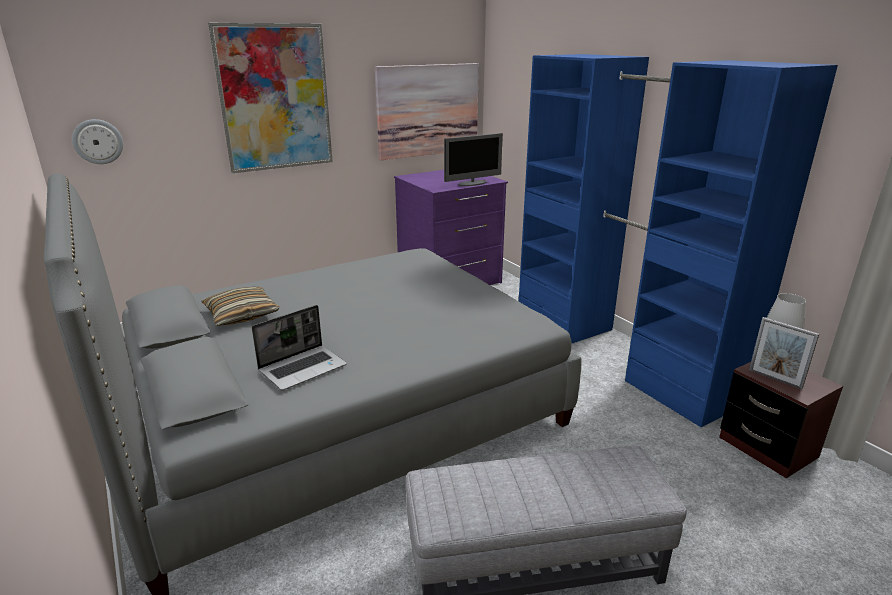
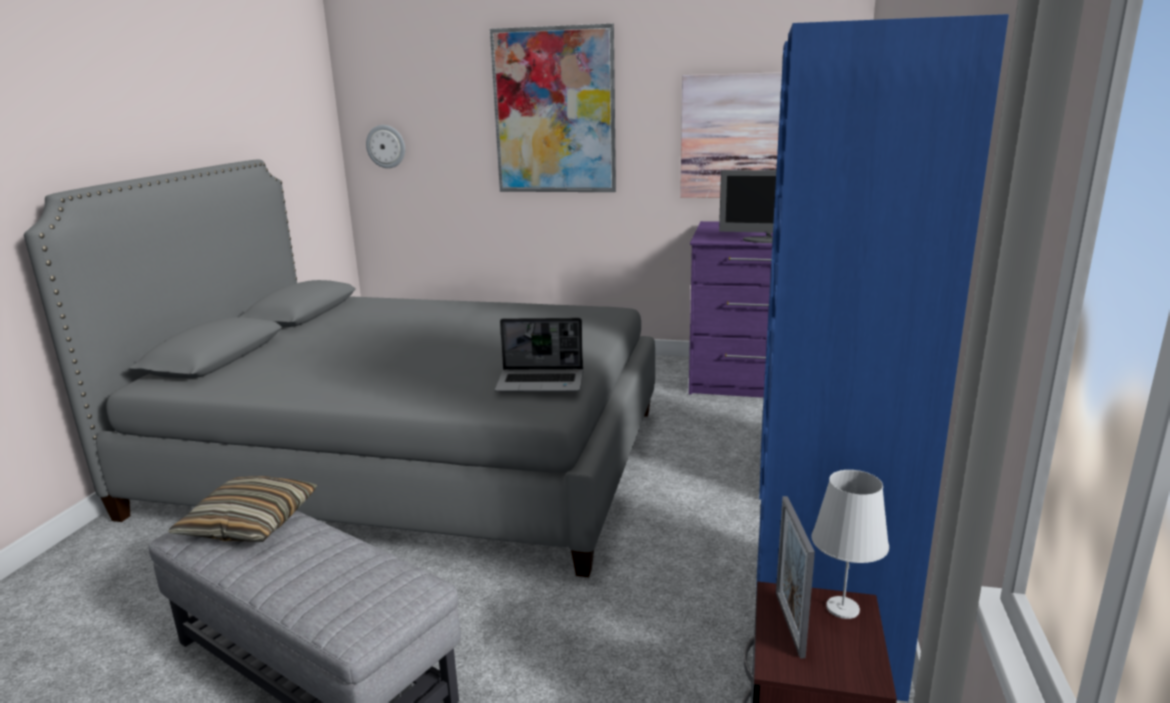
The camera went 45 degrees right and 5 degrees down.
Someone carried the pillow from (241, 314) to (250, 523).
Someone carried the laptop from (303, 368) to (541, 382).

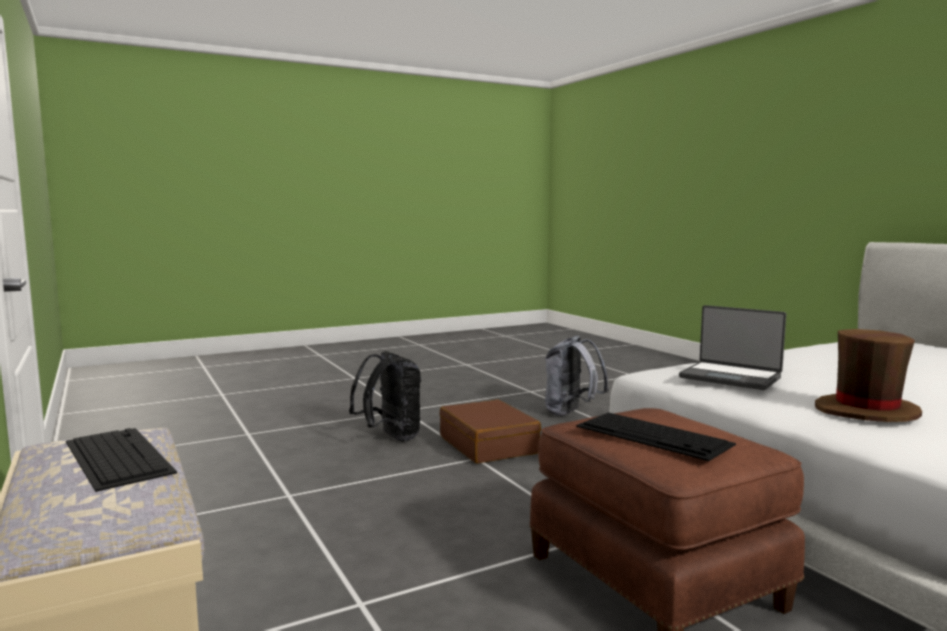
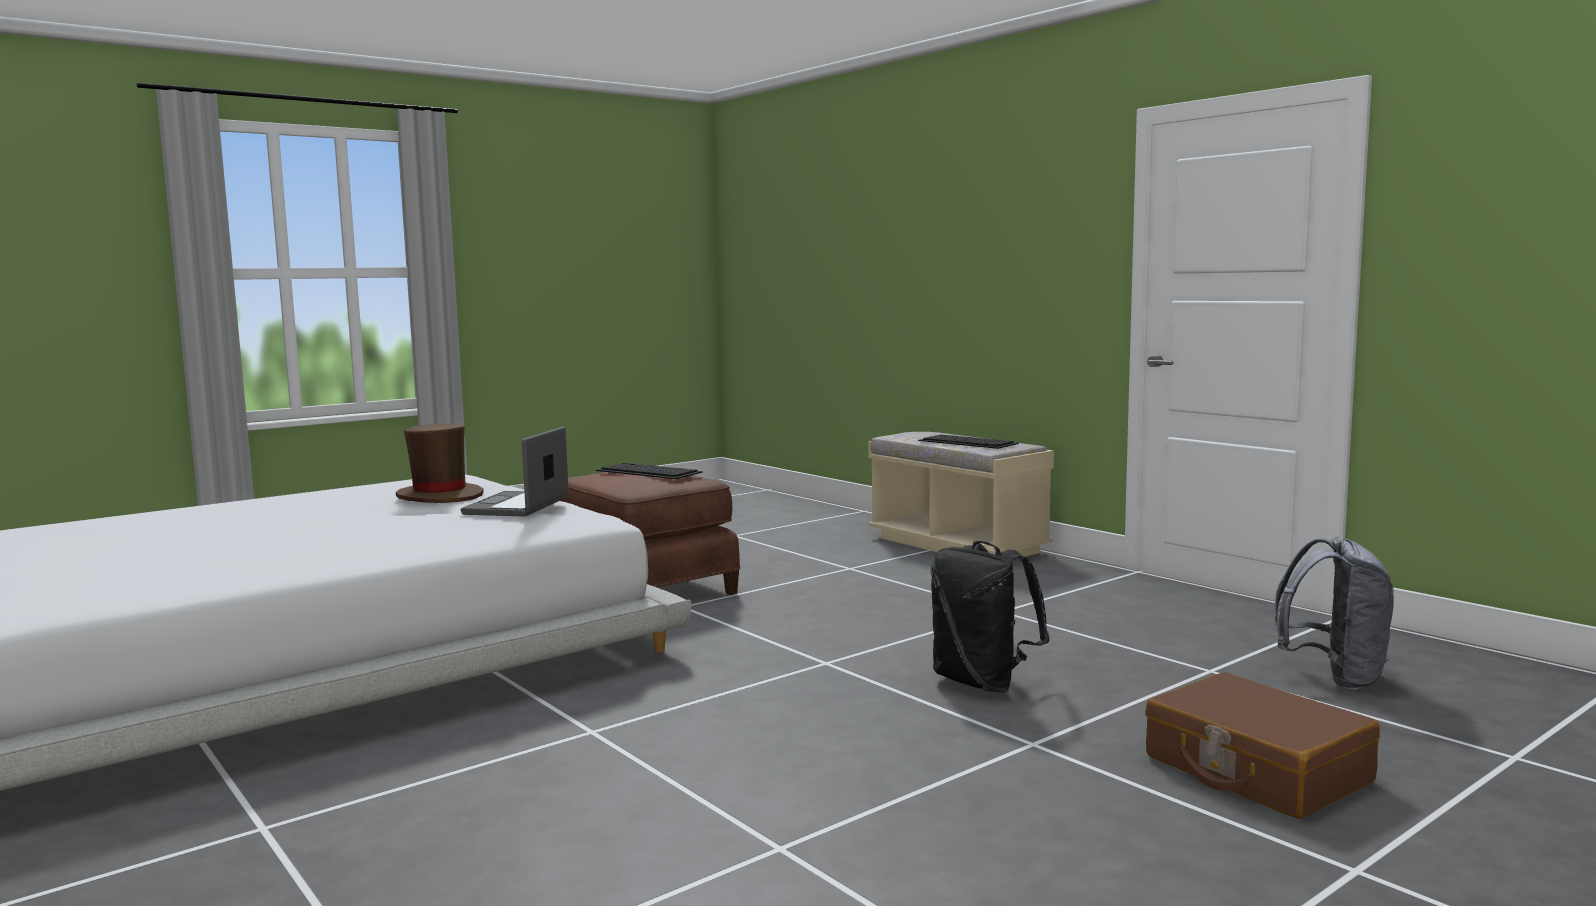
The camera went 170 degrees right and 0 degrees up.
Someone rotated the laptop at (731, 377) by 105 degrees counterclockwise.
Someone carried the grey backpack from (571, 413) to (1334, 677).
Someone carried the brown suitcase from (489, 445) to (1256, 770).

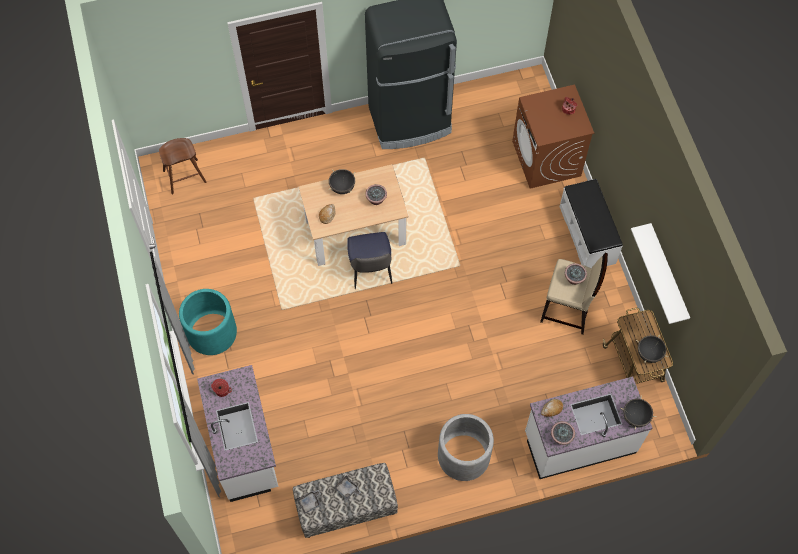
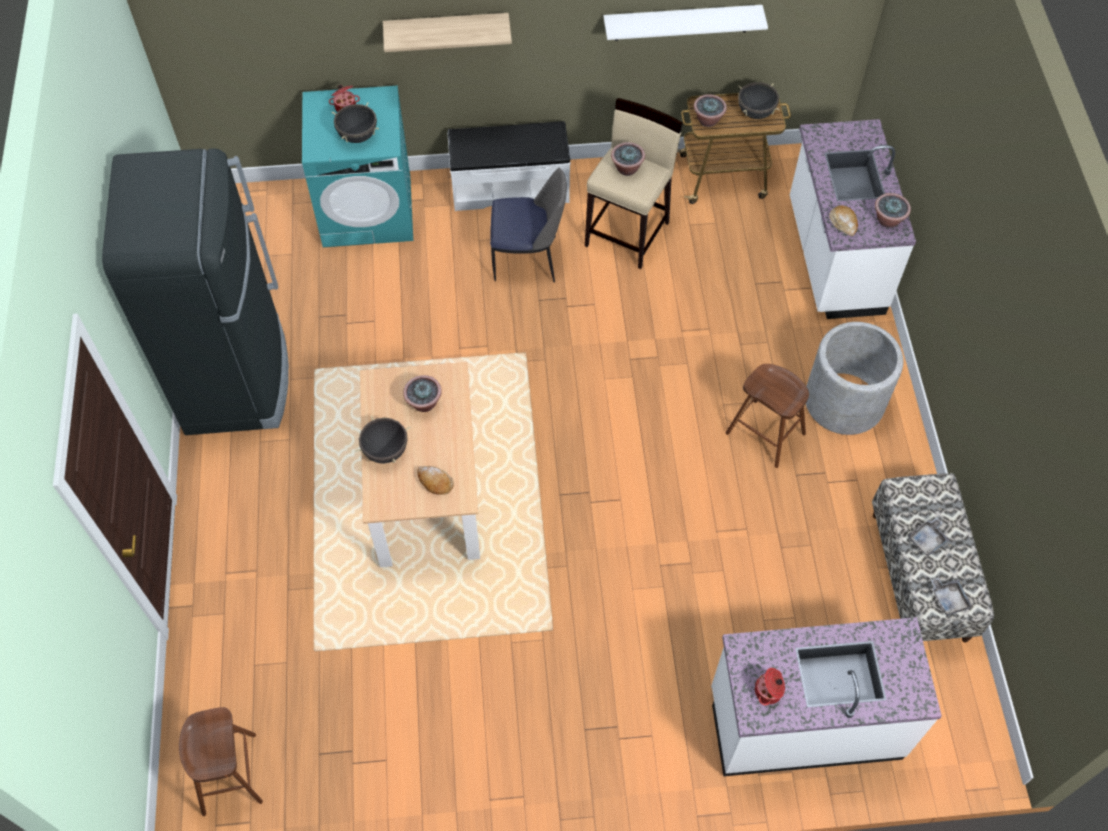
The camera went 80 degrees left and 5 degrees down.
Someone repainted the brown washing machine at (546, 159), which became the turquoise washing machine at (368, 211).
Someone carried the chair from (370, 271) to (528, 259).
Someone took away the turquoise planter at (212, 333).
Someone carried the black cooking pot from (635, 417) to (358, 136).
Someone put up the shelf at (447, 29).
Someone put down the potted plant at (708, 120).
Someone put down the brown stool at (765, 433).

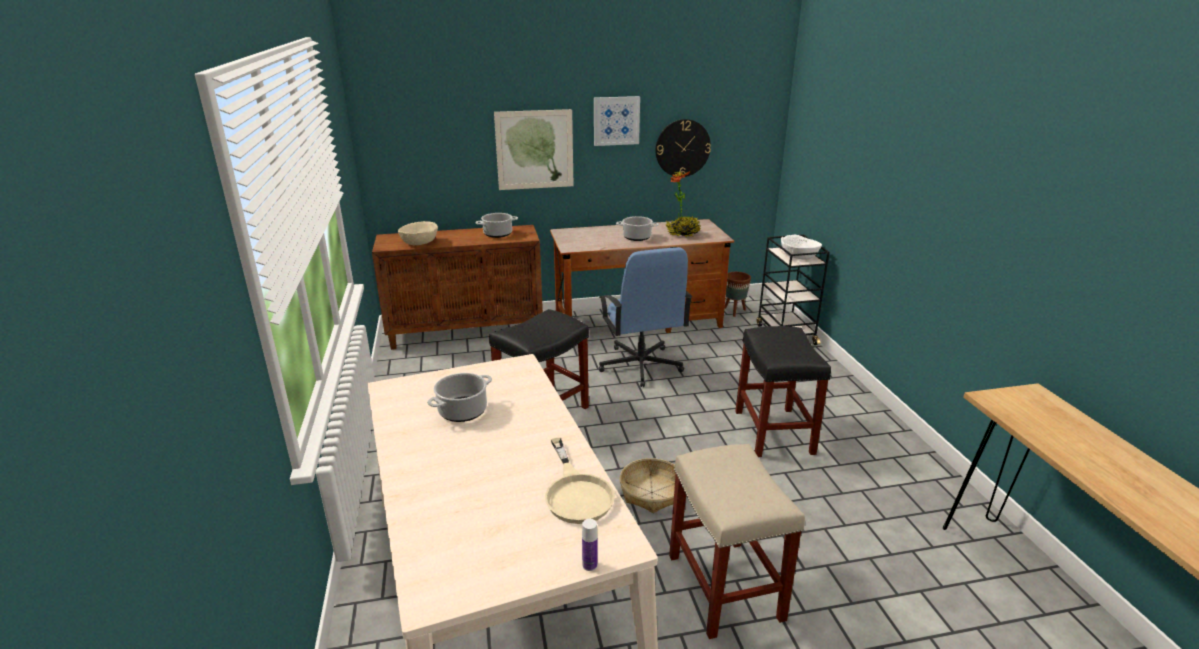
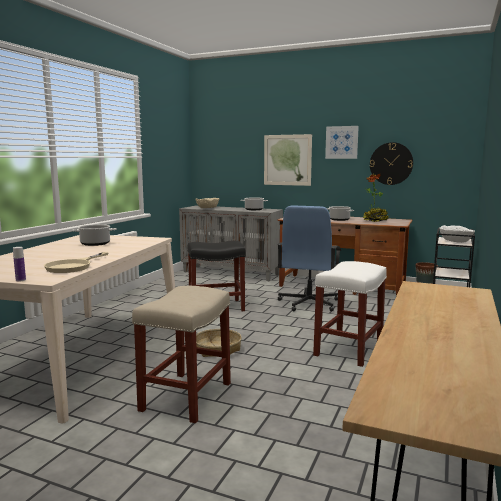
The camera went 35 degrees right and 15 degrees down.
Someone repainted the brown cabinet at (467, 332), which became the grey cabinet at (231, 273).
Someone repainted the black stool at (774, 433), which became the white stool at (349, 349).

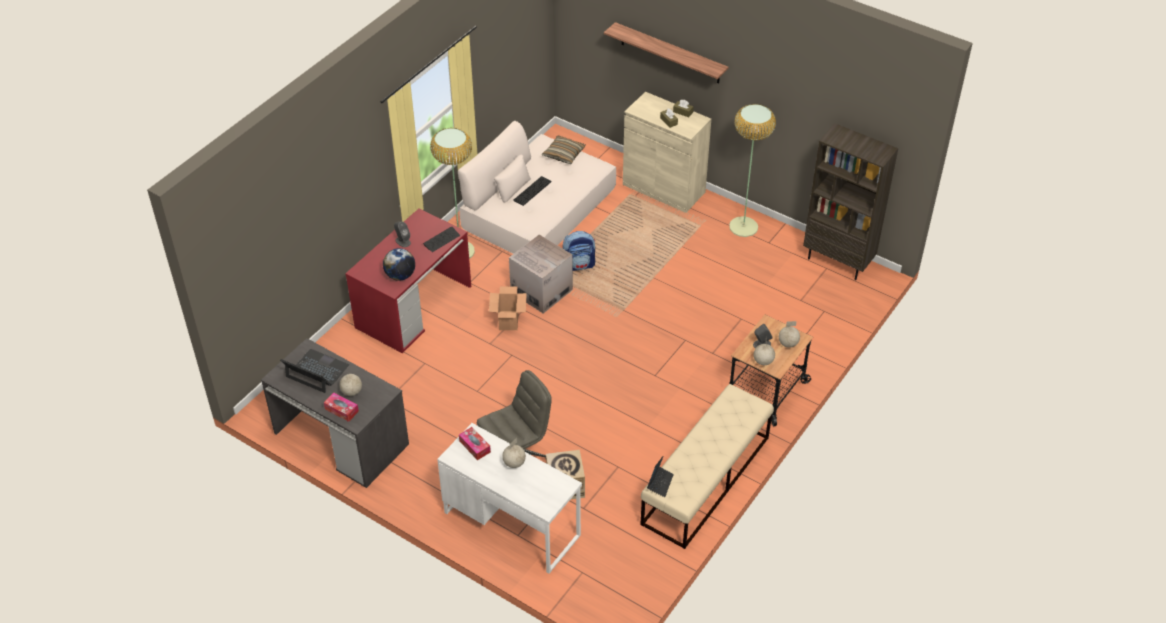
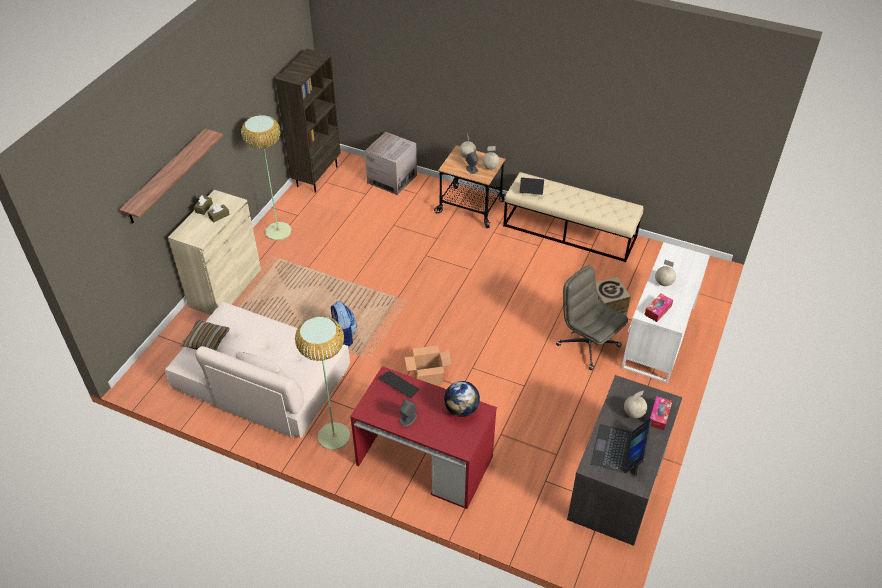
The camera went 100 degrees left and 0 degrees up.
Someone took away the keyboard at (532, 191).
Someone carried the cardboard box from (541, 291) to (392, 179).
Someone carried the laptop from (660, 483) to (531, 193).

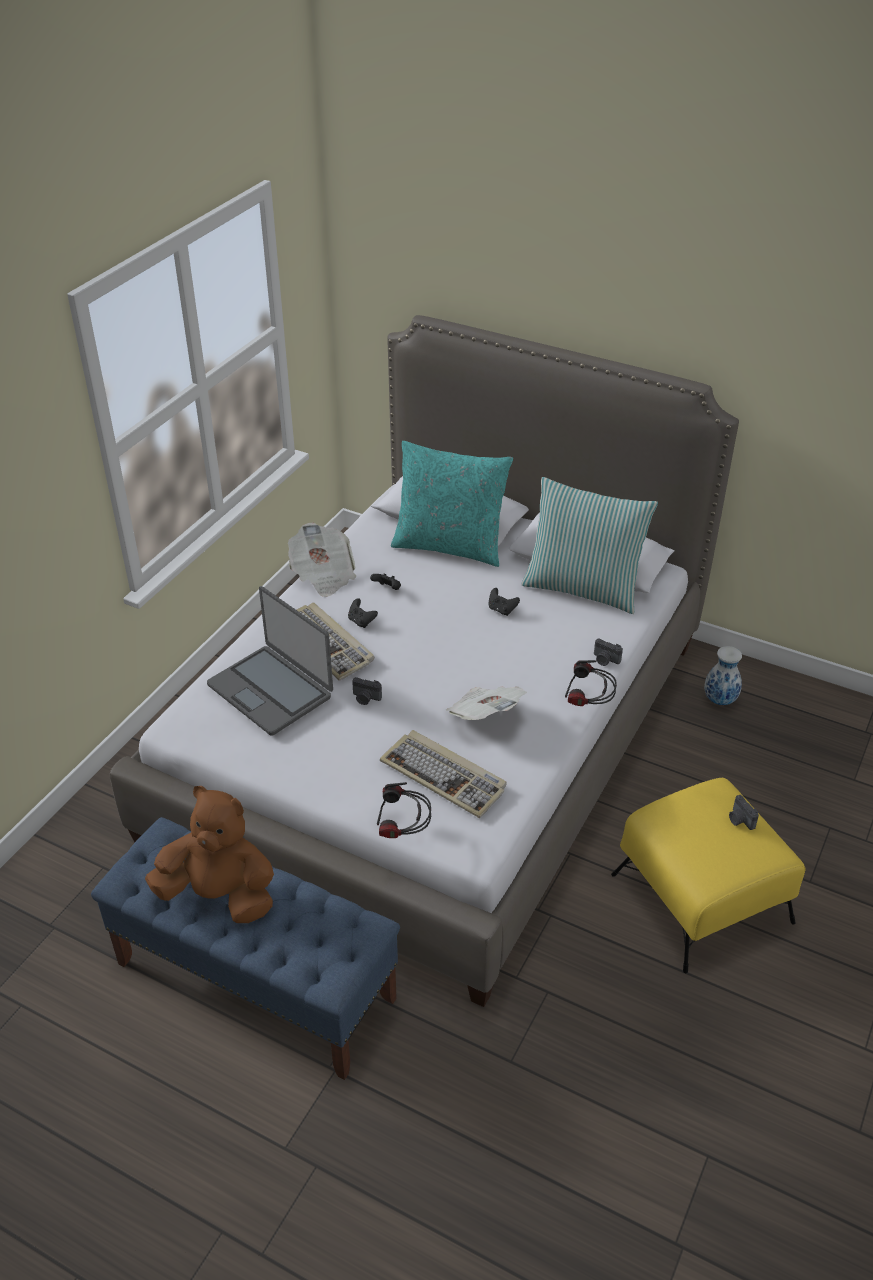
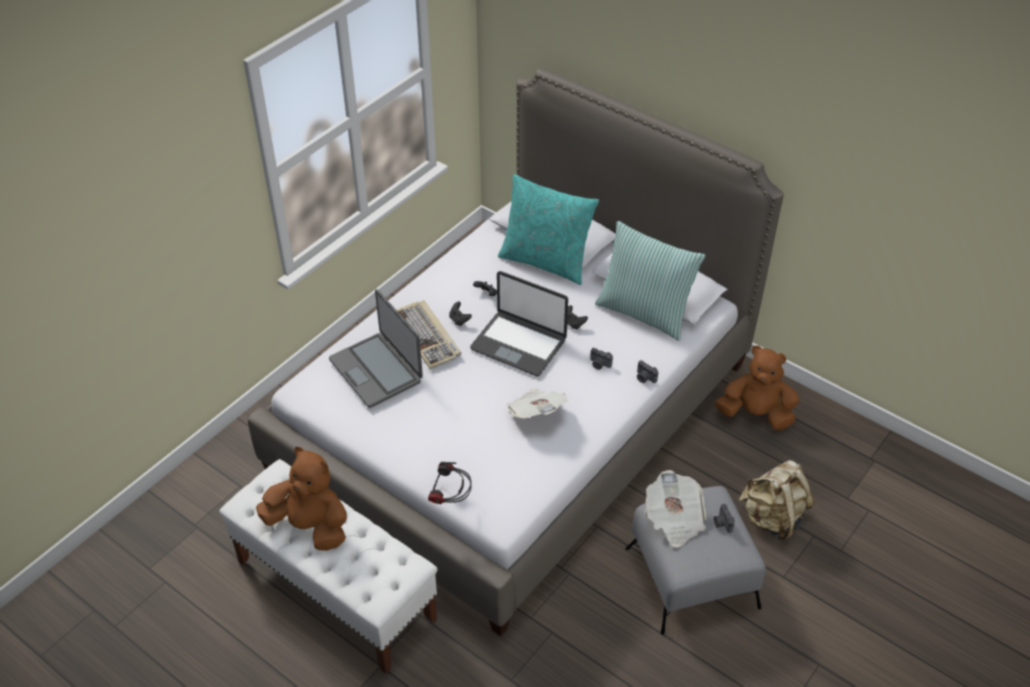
The camera went 10 degrees right and 5 degrees up.
Someone carried the newspaper from (323, 575) to (674, 519).
Someone swapped the vase at (720, 700) for the brown plush toy at (755, 414).
Someone took away the headphones at (588, 707).
Someone carried the photo camera from (365, 698) to (599, 364).
Someone took away the keyboard at (445, 776).
Someone repainted the yellow ottoman at (701, 899), which became the grey ottoman at (691, 578).
Someone repainted the blue bench at (256, 981), which became the white bench at (336, 590).
Someone put down the laptop at (519, 344).
Someone put down the beige backpack at (772, 518).

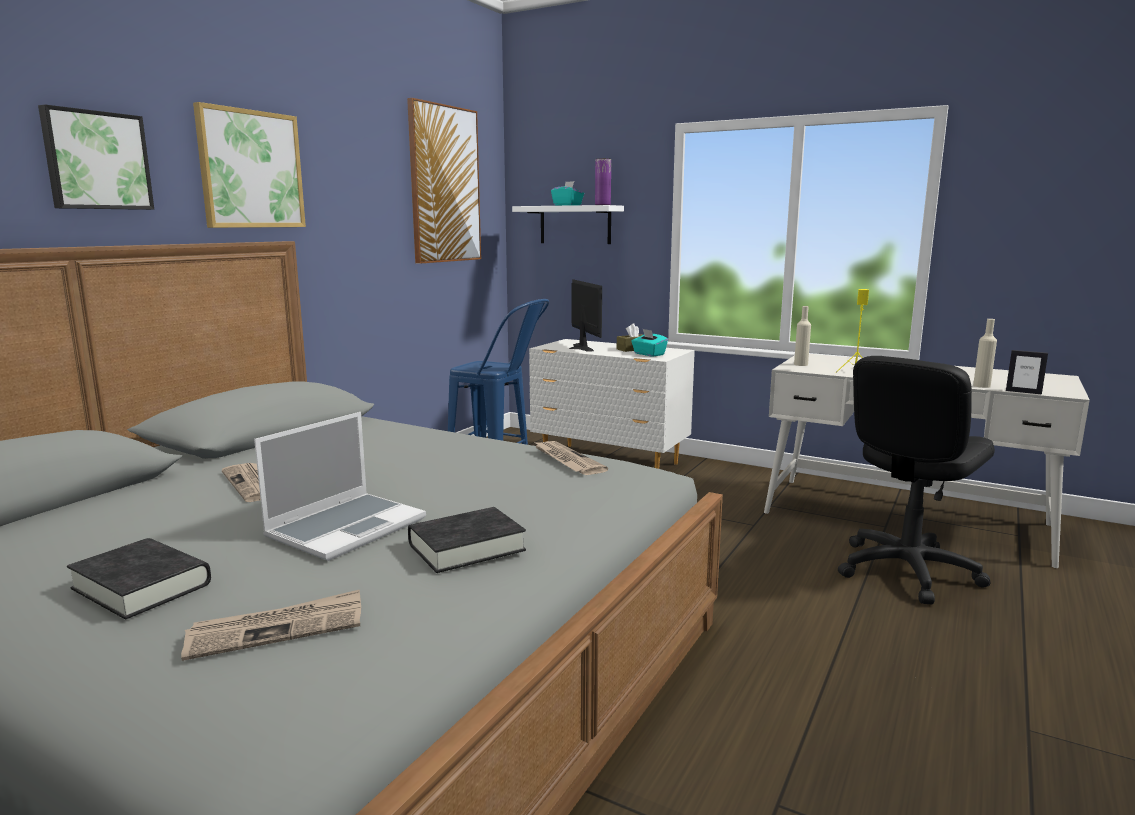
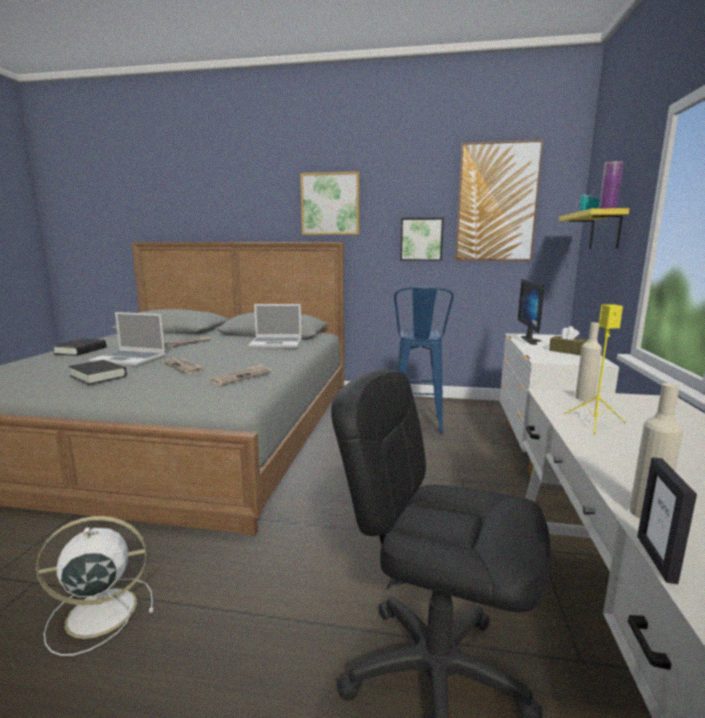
The camera went 70 degrees right and 0 degrees up.
Someone carried the picture from (96, 161) to (421, 239).
Someone repainted the white shelf at (575, 225), which became the yellow shelf at (605, 230).
Someone rotated the monitor at (578, 348) by 135 degrees clockwise.
Someone took away the turquoise tissue box at (648, 354).
Someone carried the newspaper from (277, 629) to (184, 367).
Someone put down the laptop at (277, 344).
Someone put down the white fan at (98, 613).

